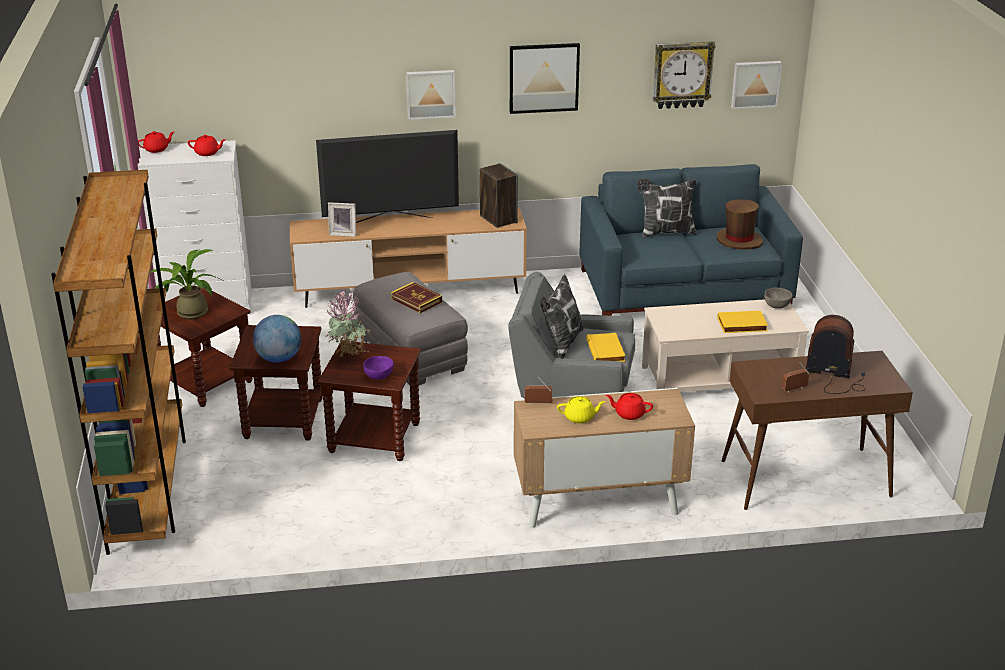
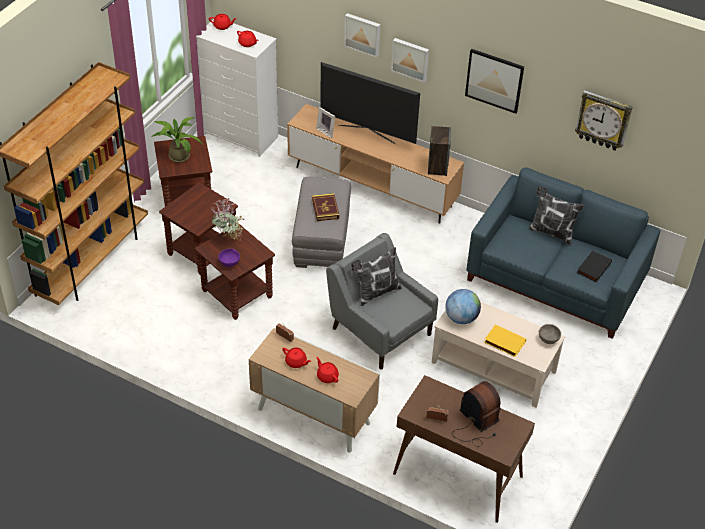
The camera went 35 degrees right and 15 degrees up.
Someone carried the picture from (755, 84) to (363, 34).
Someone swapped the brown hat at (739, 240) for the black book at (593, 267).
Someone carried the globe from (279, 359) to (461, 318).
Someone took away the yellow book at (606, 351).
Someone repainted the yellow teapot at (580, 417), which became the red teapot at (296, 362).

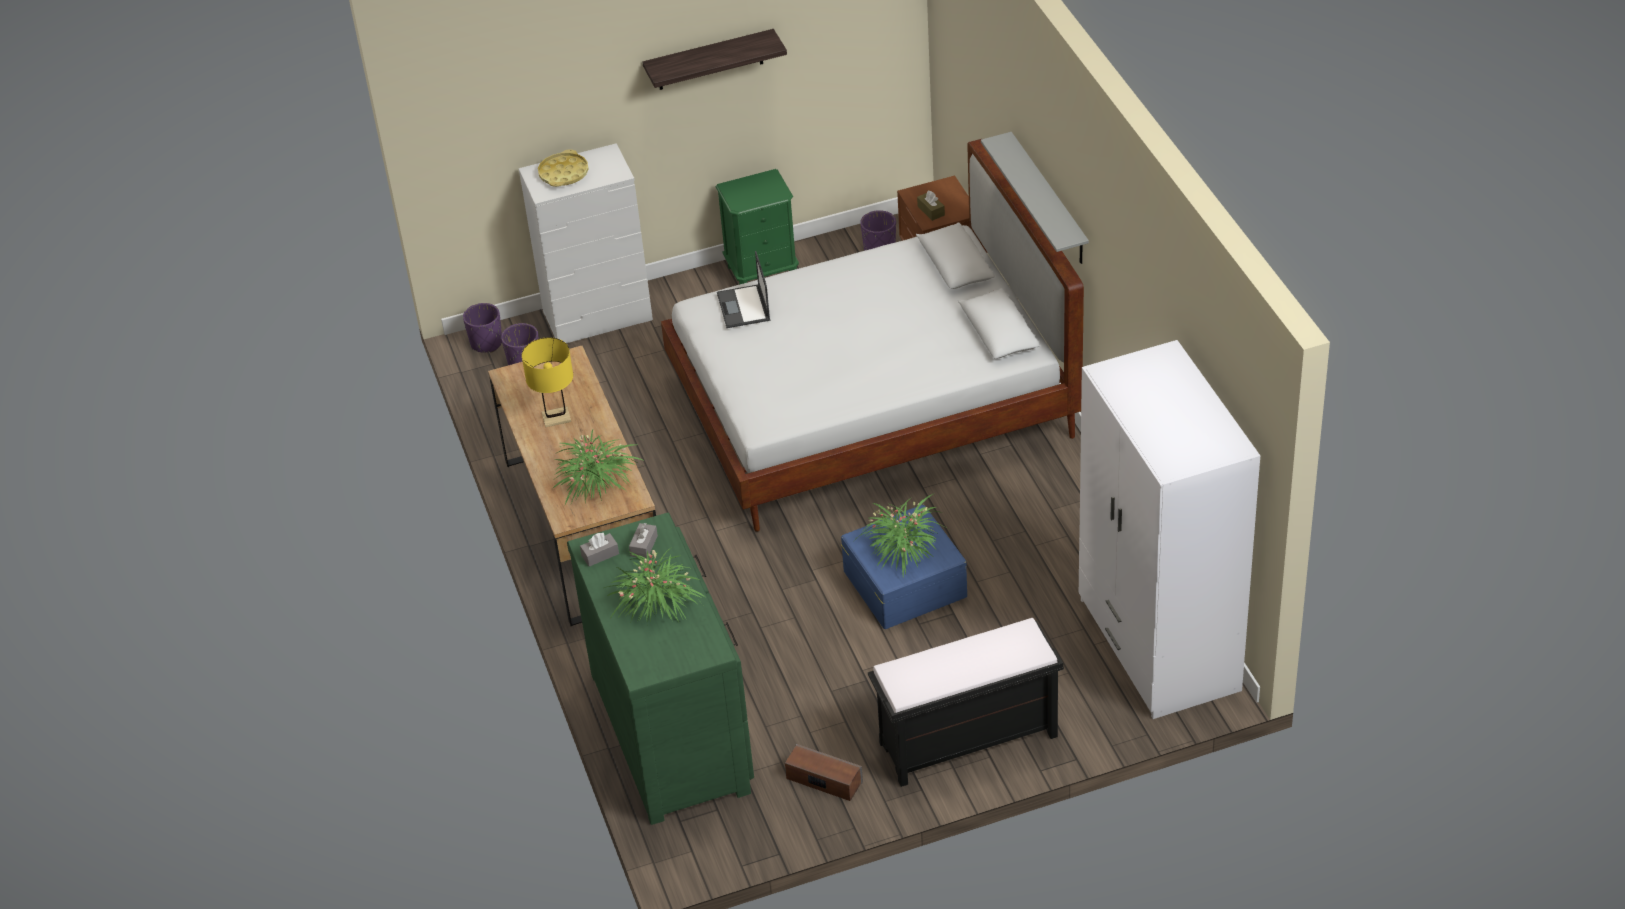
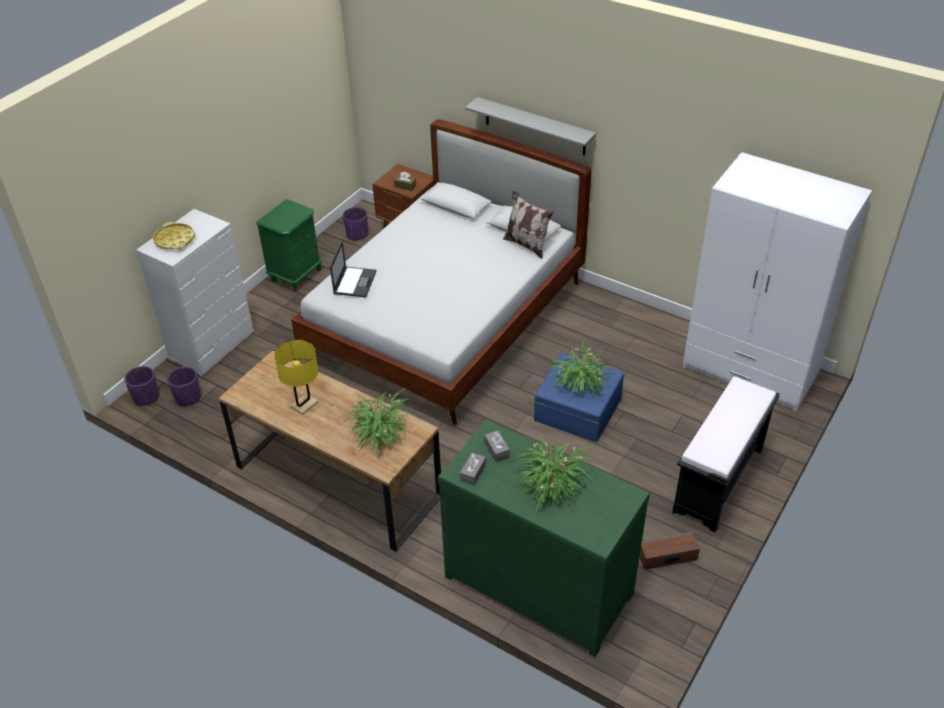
The camera went 40 degrees left and 0 degrees up.
Someone took away the shelf at (709, 60).
Someone rotated the laptop at (744, 307) by 120 degrees counterclockwise.
Someone put down the pillow at (526, 244).

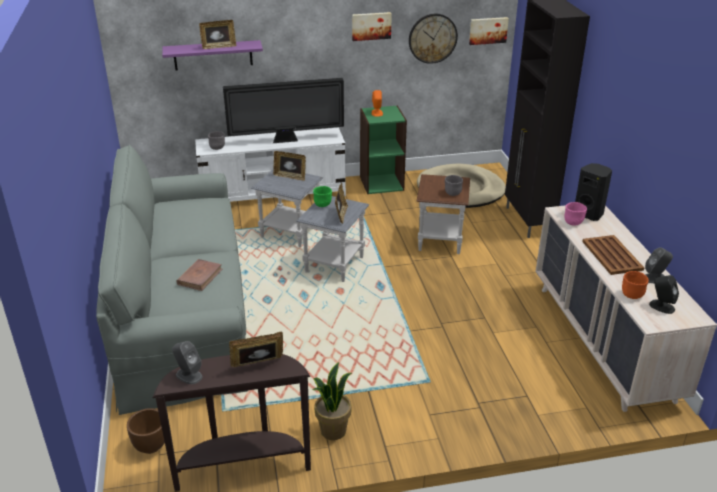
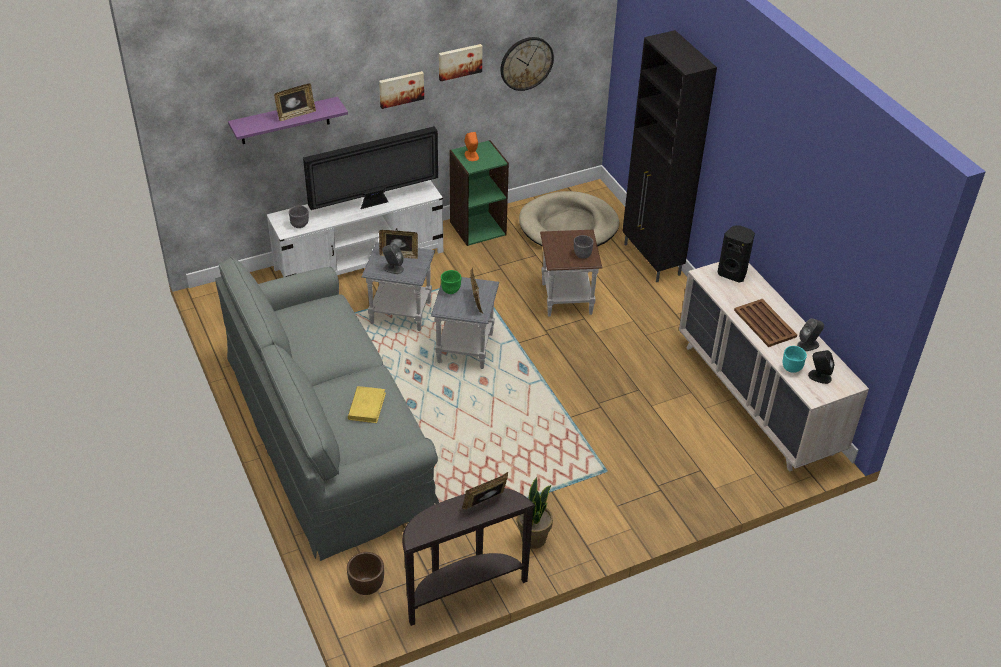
The camera went 15 degrees left and 10 degrees up.
Someone carried the picture from (488, 30) to (401, 89).
Someone took away the pink bowl at (573, 223).
Someone repainted the brown book at (200, 277), which became the yellow book at (367, 406).
Someone repainted the orange bowl at (631, 295), which became the turquoise bowl at (791, 367).
Someone carried the grey speaker from (188, 375) to (393, 268).

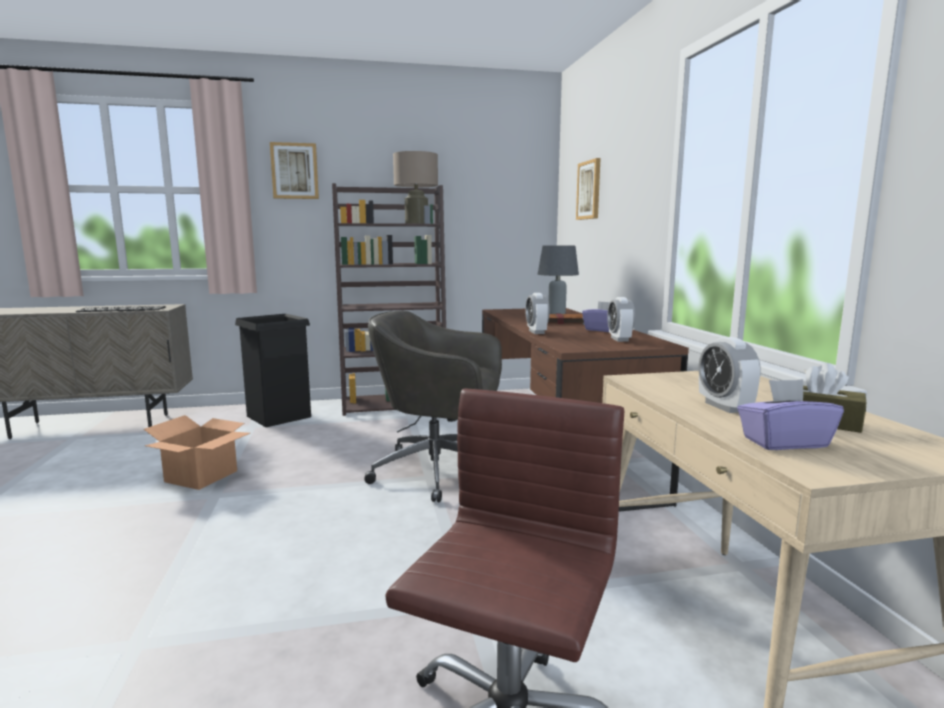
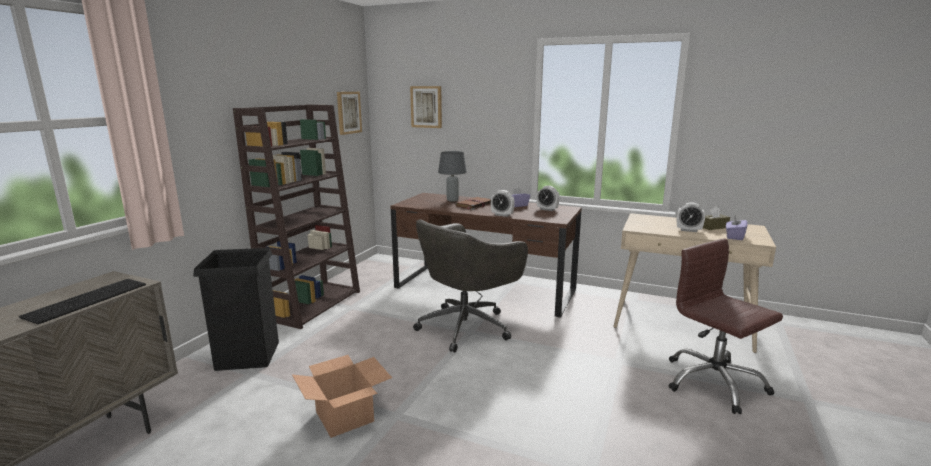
The camera went 55 degrees left and 5 degrees up.
Someone carried the picture from (294, 171) to (348, 112).
Someone took away the beige table lamp at (416, 223).

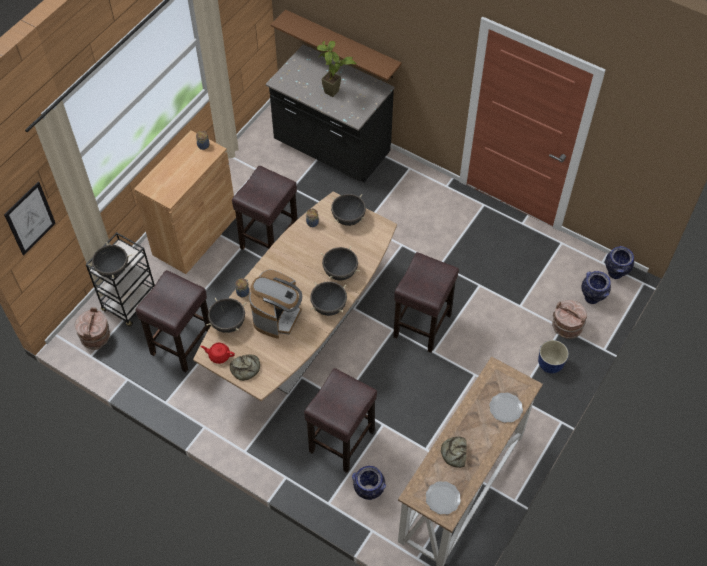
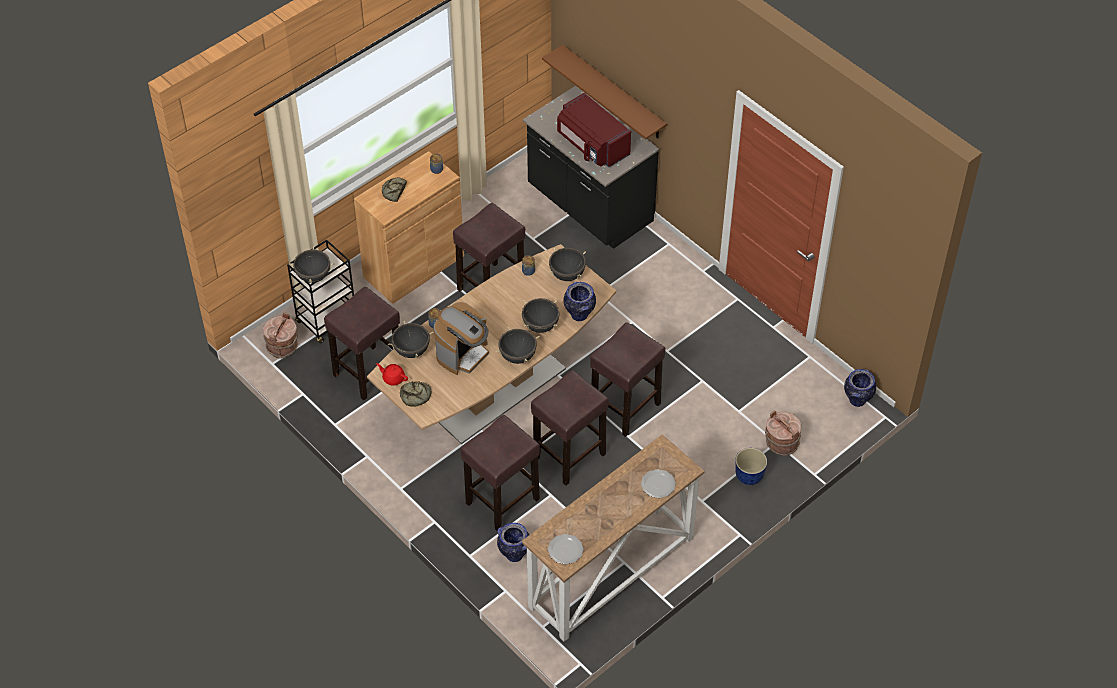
The camera went 15 degrees right and 5 degrees down.
Someone swapped the potted plant at (335, 95) for the red microwave at (592, 145).
Someone took away the picture at (30, 218).
Someone carried the vase from (592, 298) to (579, 315).
Someone carried the bread from (454, 453) to (394, 191).
Someone put down the brown stool at (569, 457).

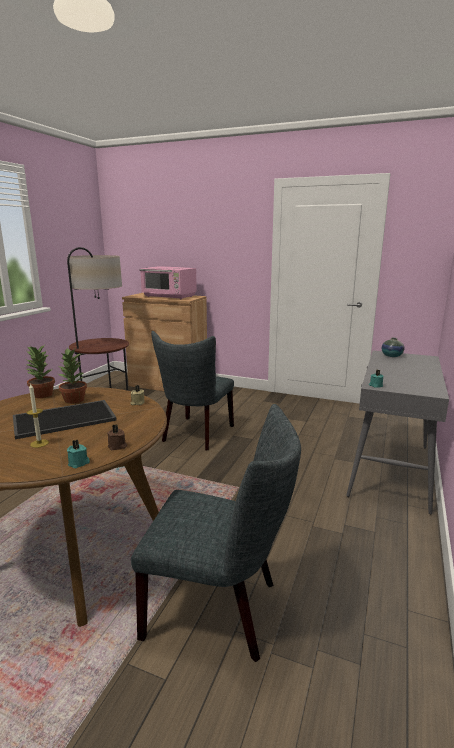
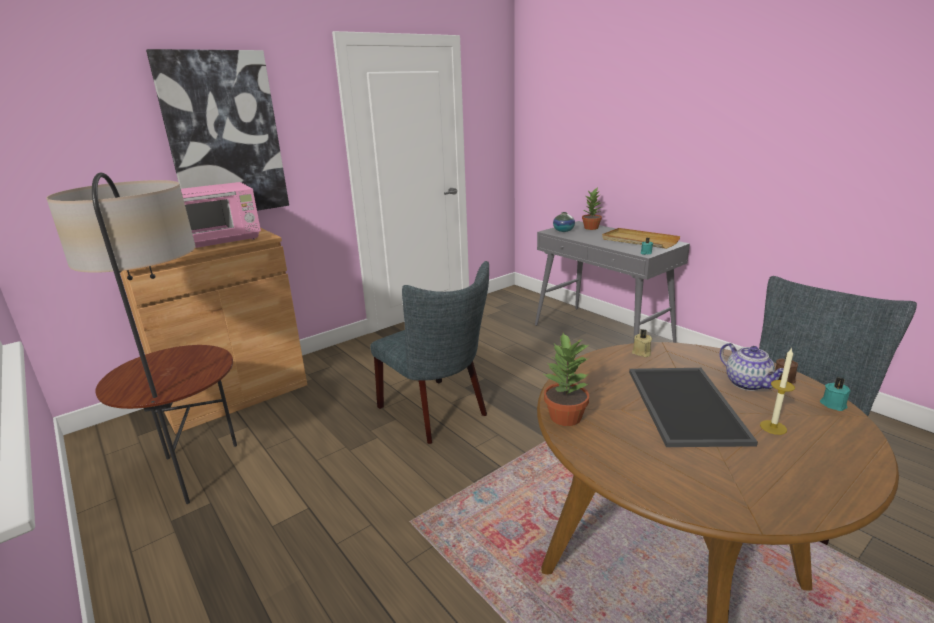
The camera went 60 degrees left and 5 degrees up.
Someone carried the potted plant from (74, 400) to (591, 228).
Someone put up the picture at (224, 135).
Someone put down the beige tray at (639, 241).
Someone put down the teapot at (748, 384).

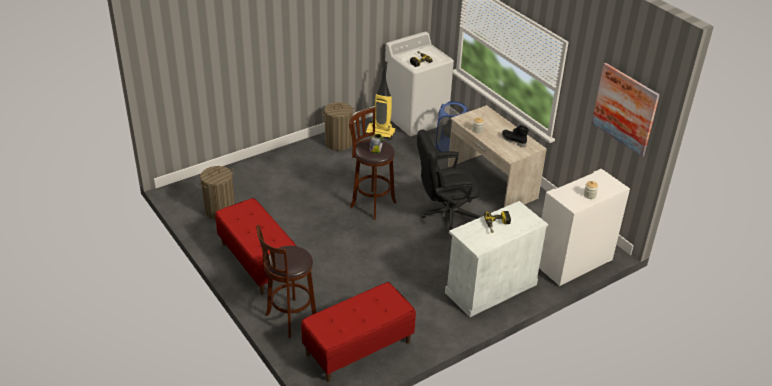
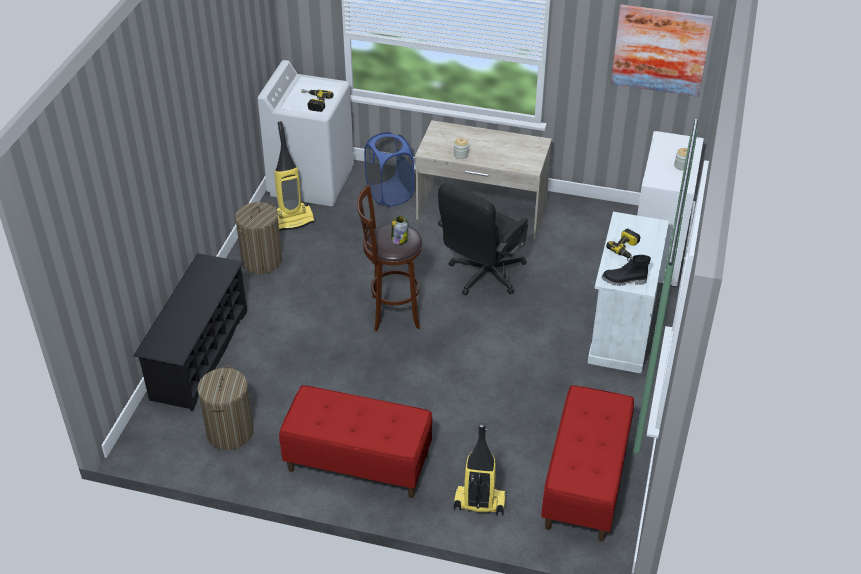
The camera went 40 degrees left and 5 degrees up.
Someone carried the black boot from (513, 141) to (624, 281).
Someone swapped the brown stool at (289, 319) for the vacuum cleaner at (479, 503).
Someone put down the black shoe rack at (199, 355).

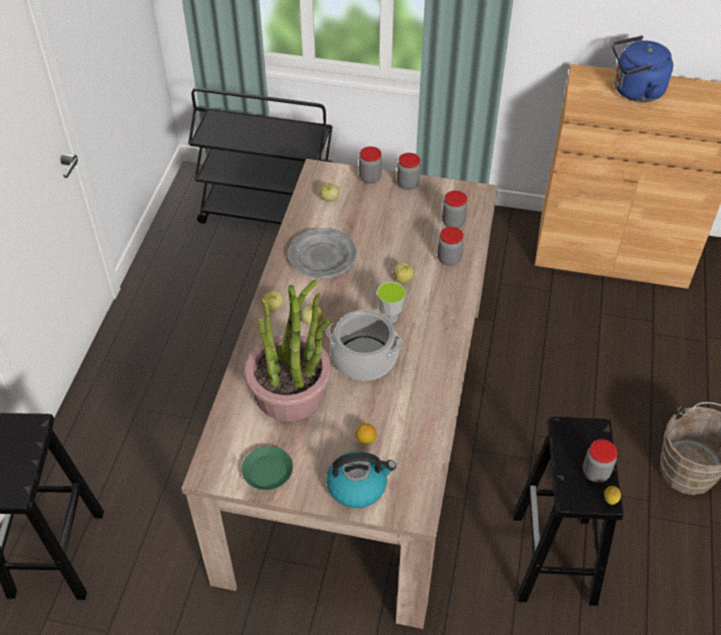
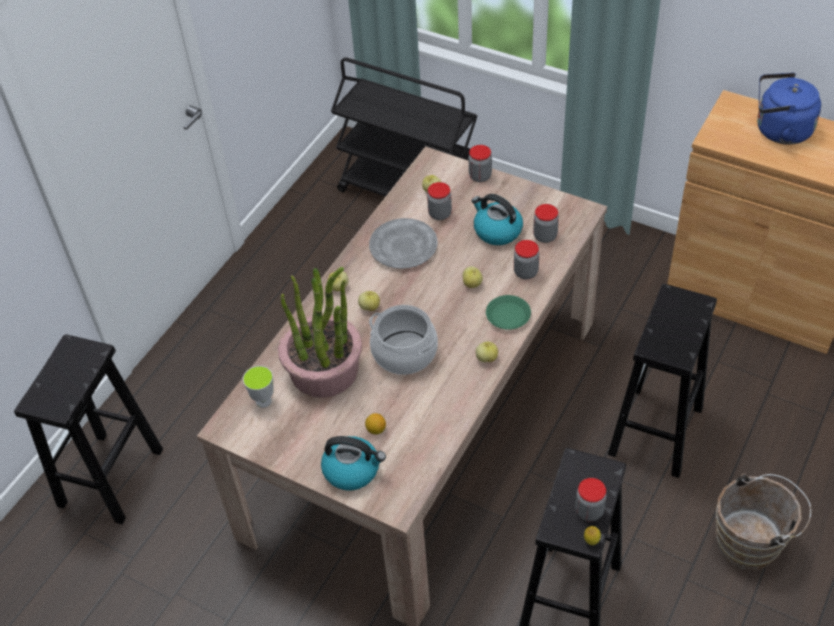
The camera went 20 degrees right and 0 degrees up.
Someone carried the jar from (408, 184) to (440, 214).
Someone carried the cup from (390, 317) to (263, 401).
Someone carried the green plate from (267, 471) to (508, 316).
Someone put down the kettle at (497, 231).
Someone put down the black stool at (655, 432).
Someone put down the apple at (486, 358).

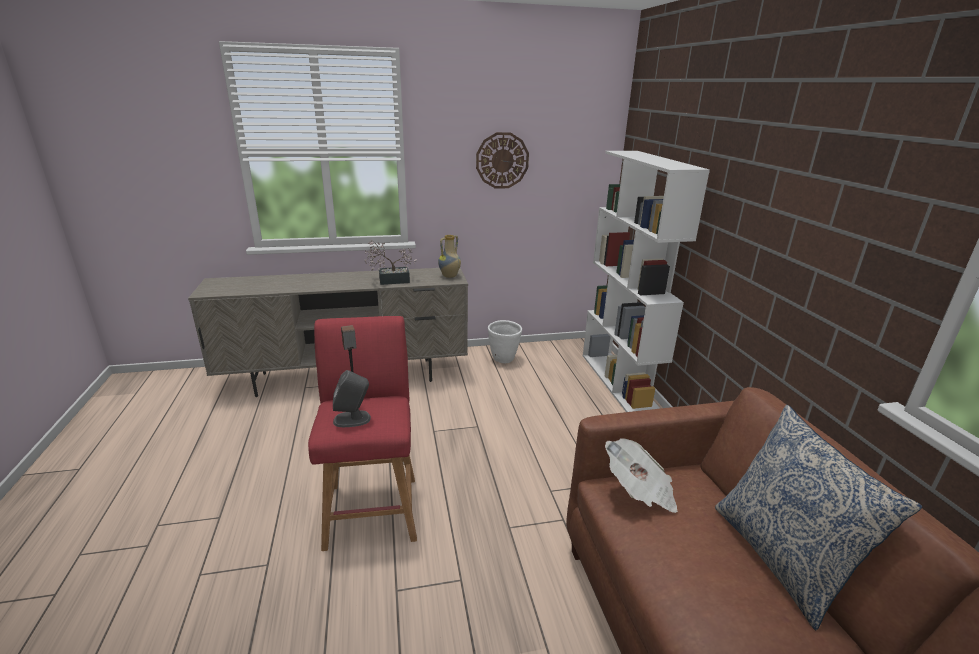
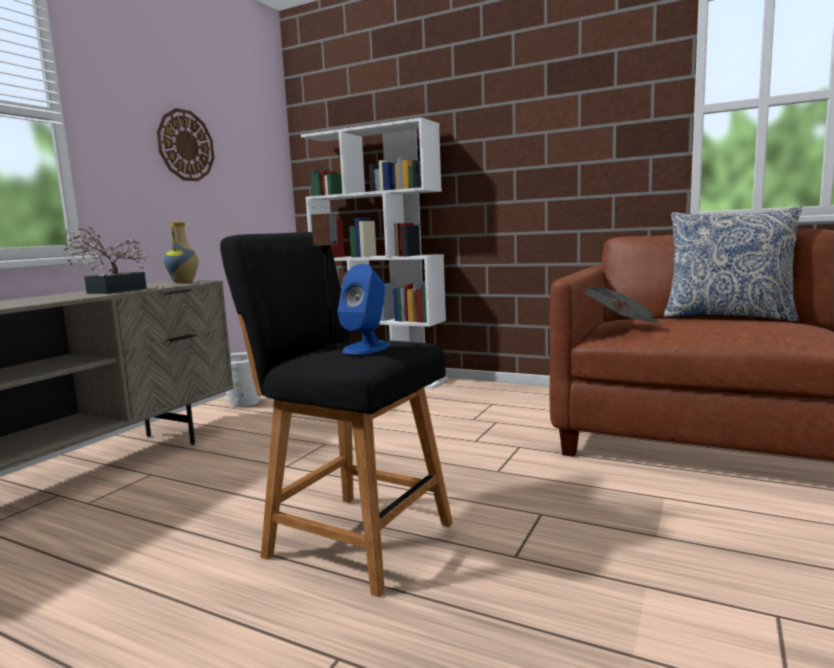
The camera went 50 degrees left and 15 degrees down.
Someone repainted the red stool at (372, 507), which became the black stool at (352, 537).
Someone repainted the grey speaker at (352, 419), which became the blue speaker at (366, 348).

